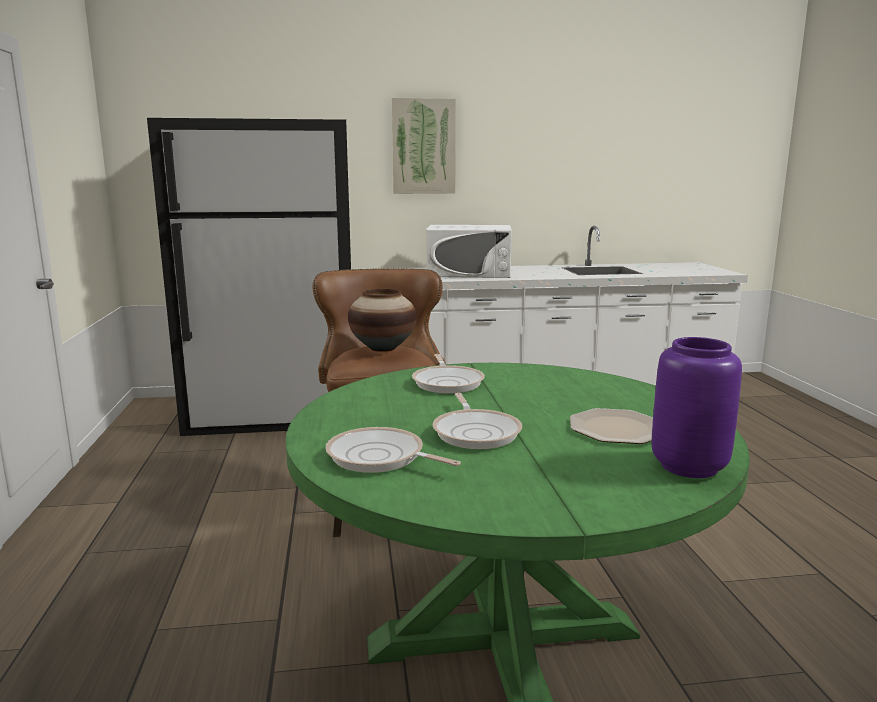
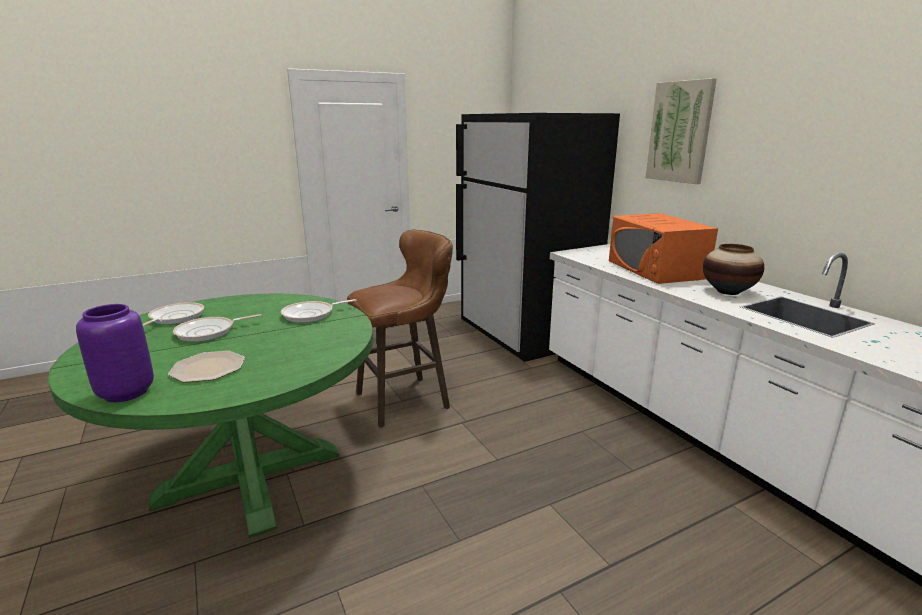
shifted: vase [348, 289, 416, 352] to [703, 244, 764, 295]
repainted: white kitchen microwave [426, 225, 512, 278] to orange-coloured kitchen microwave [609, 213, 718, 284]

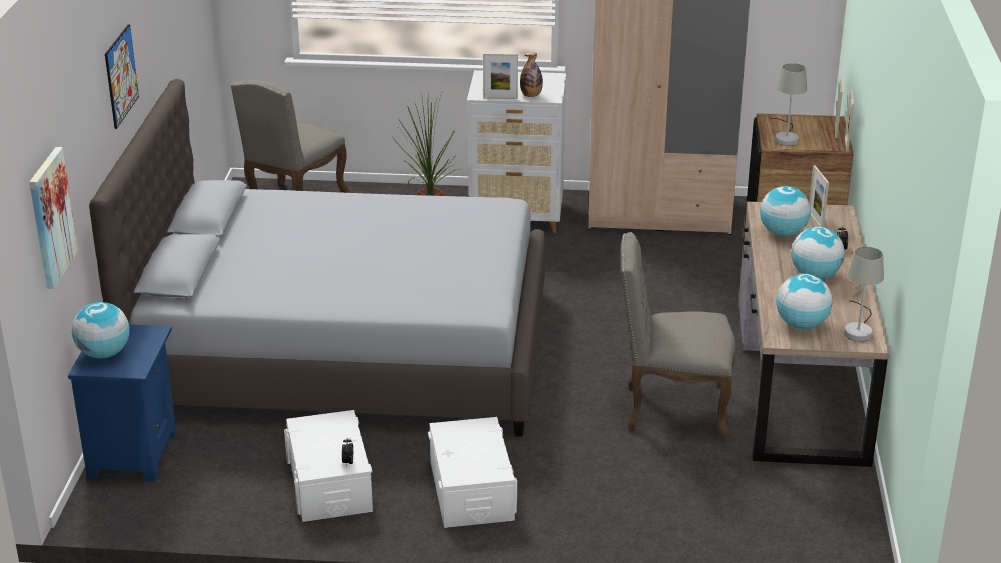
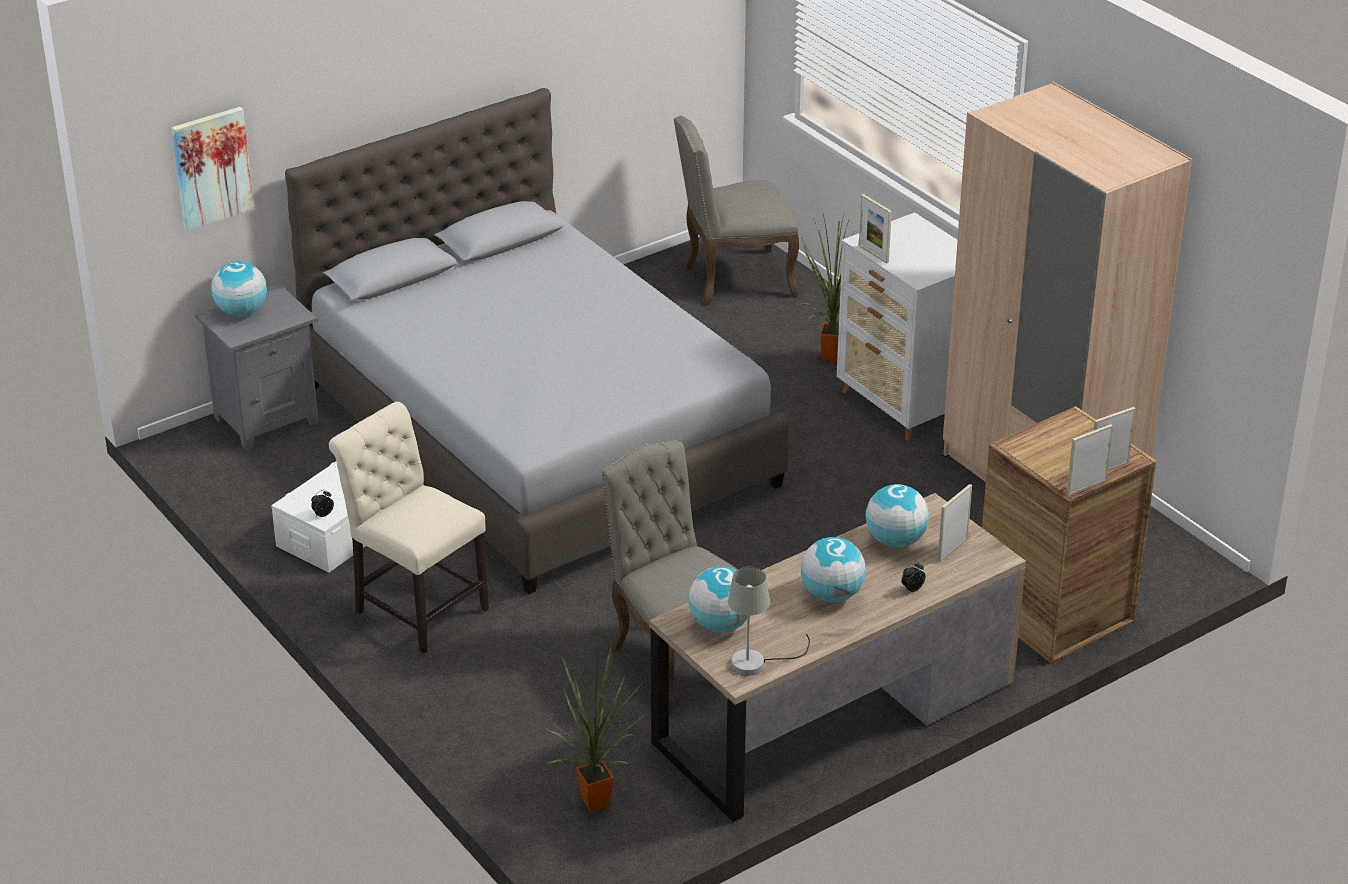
gone: picture [105, 24, 139, 129]; drink bottle [520, 52, 543, 97]; gray lamp for a table [771, 63, 807, 146]
new: potted plant [546, 621, 650, 812]
swapped: white storage container [428, 417, 517, 528] to sand-coloured plain chair [329, 402, 489, 654]
repainted: blue bedside table [68, 324, 177, 482] to gray bedside table [195, 285, 319, 450]

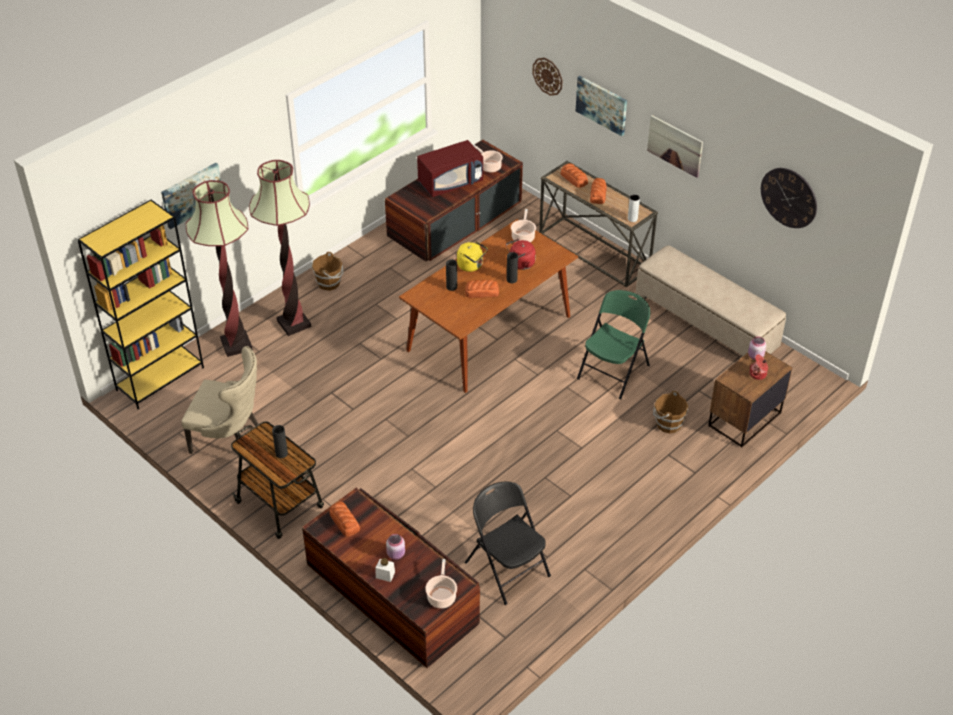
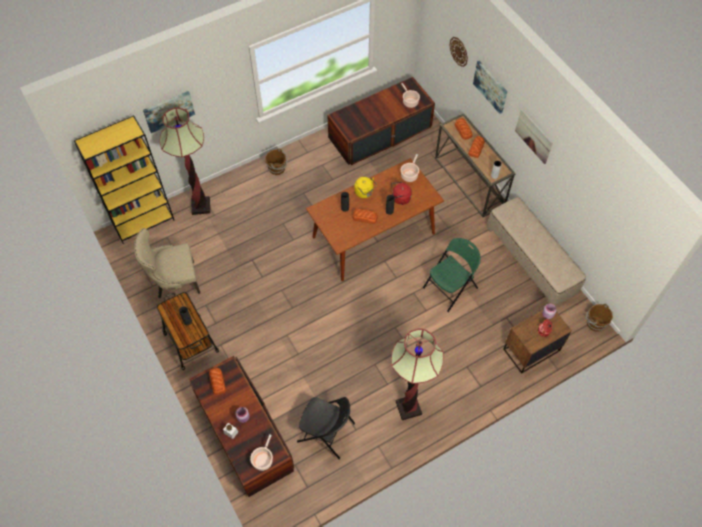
gone: red-coloured kitchen microwave [417, 140, 483, 197]; hanging clock [761, 168, 817, 228]
shifted: standing lamp [249, 160, 311, 336] to [391, 328, 444, 420]; brown bucket [653, 391, 688, 434] to [586, 304, 613, 332]
rotated: sand-coloured plain chair [181, 346, 261, 454] = [134, 228, 200, 299] 135 degrees clockwise; black-coloured plain chair [465, 482, 551, 605] = [297, 397, 355, 459] 135 degrees clockwise

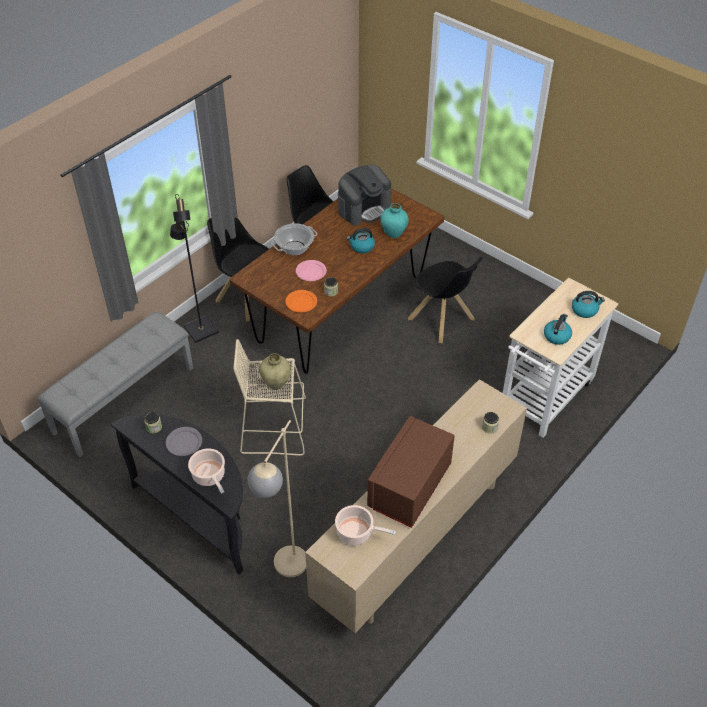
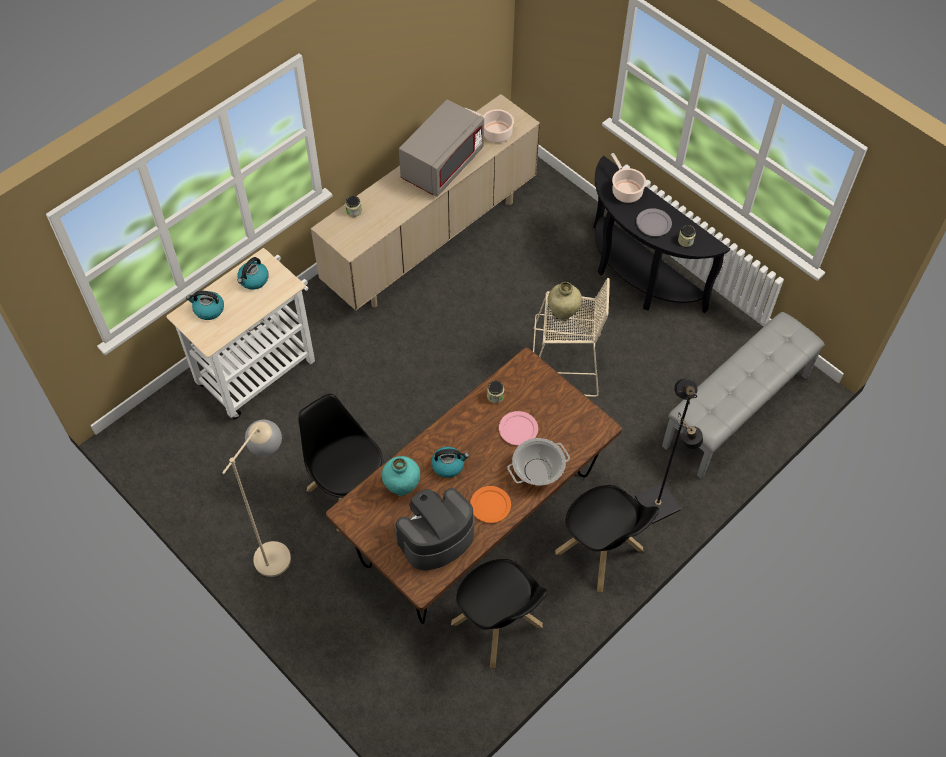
shifted: orange-coloured flat dish [285, 290, 317, 312] to [470, 486, 511, 523]; sand-coloured standing lamp [247, 420, 306, 577] to [222, 420, 291, 577]
repainted: brown kitchen microwave [367, 416, 455, 528] to gray kitchen microwave [399, 99, 484, 197]

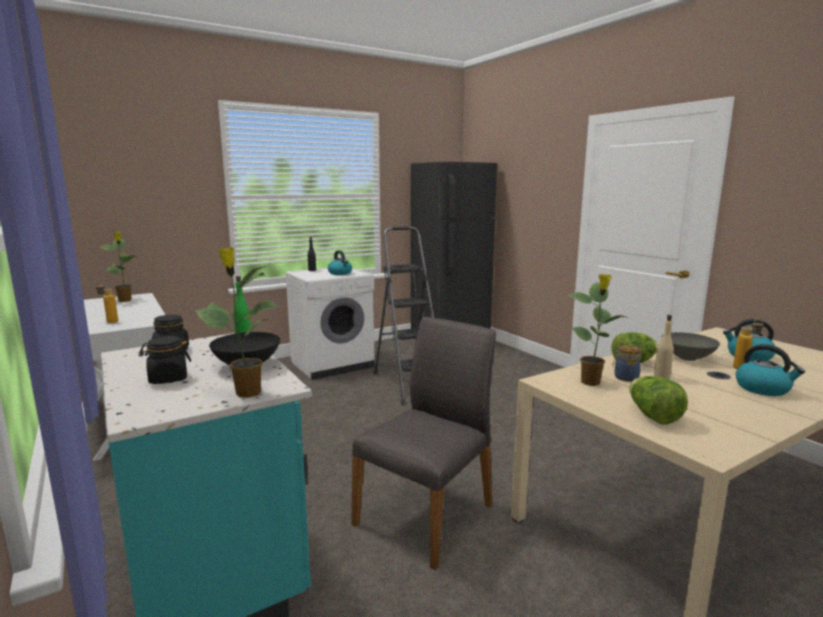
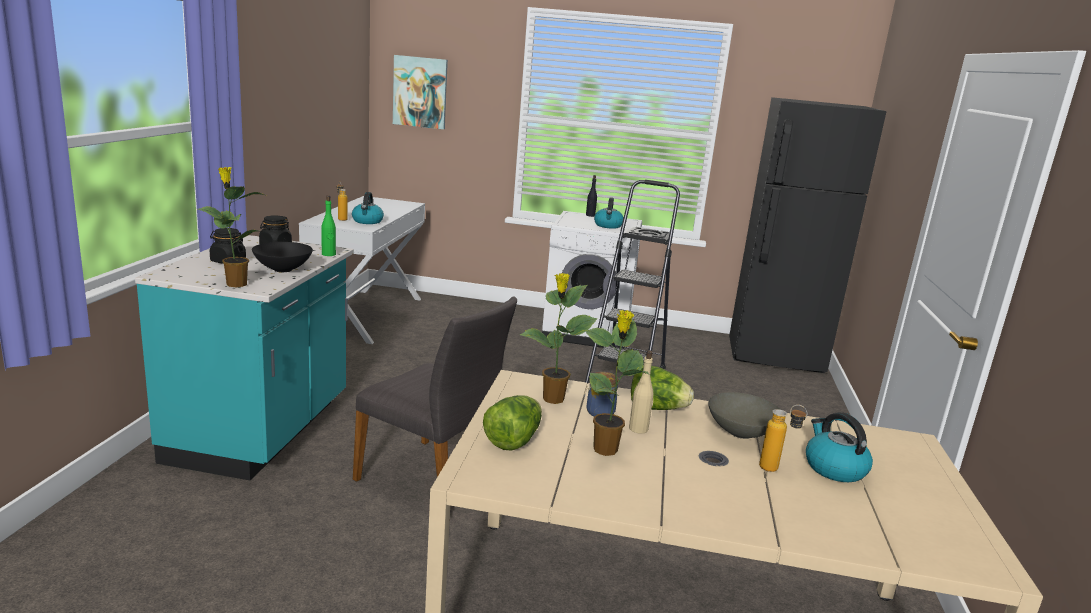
new: picture [393, 55, 448, 129]
shifted: potted plant [98, 231, 135, 302] to [585, 310, 650, 456]; kettle [736, 344, 805, 396] to [352, 192, 384, 224]
rotated: gray plain chair [351, 317, 496, 570] = [353, 297, 517, 482] 45 degrees clockwise

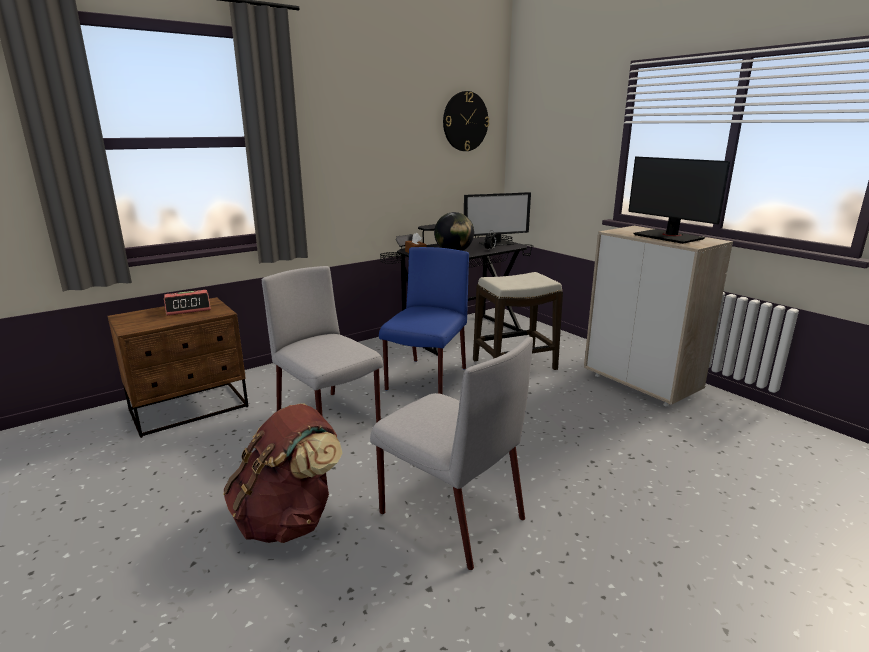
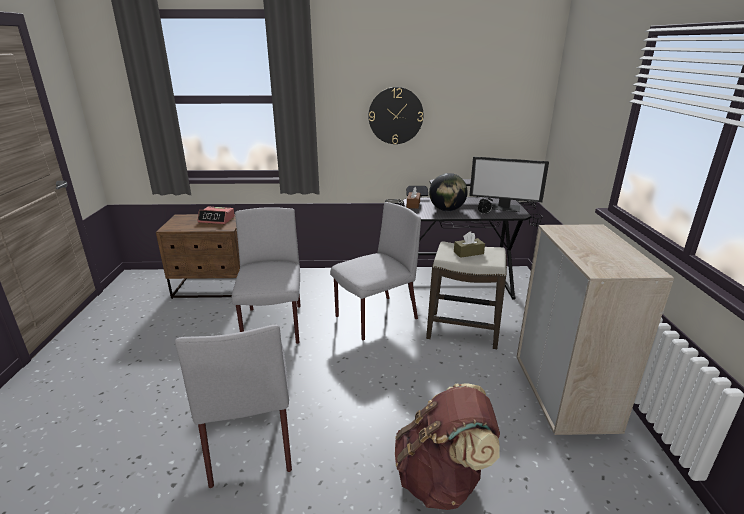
gone: monitor [628, 157, 730, 244]
new: brown tissue box [454, 231, 485, 258]
shifted: hanging clock [443, 91, 489, 151] to [368, 87, 423, 144]; brown knapsack [223, 404, 343, 543] to [395, 383, 500, 510]
repainted: blue plain chair [379, 247, 469, 394] to gray plain chair [330, 202, 421, 341]

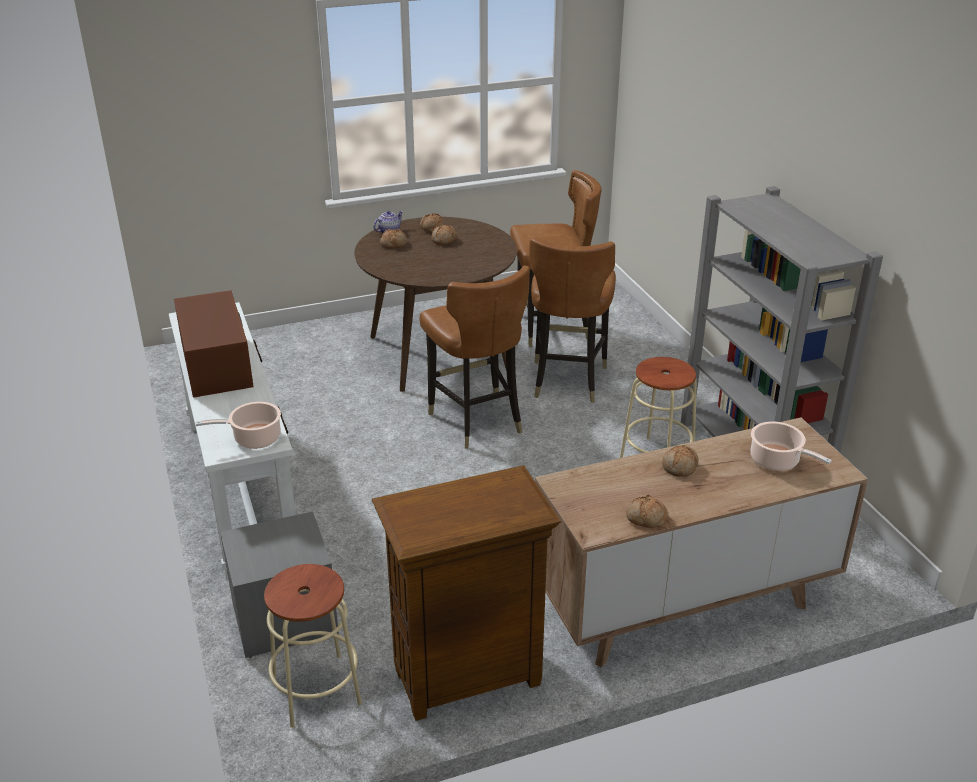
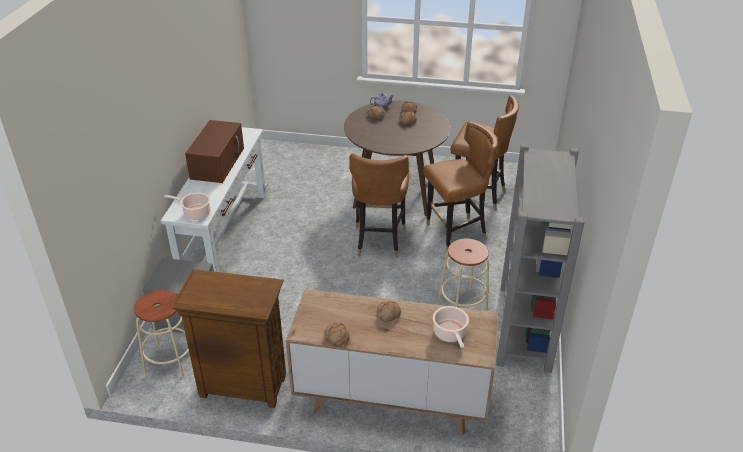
rotated: brown plain chair [529, 237, 616, 403] = [423, 121, 498, 252] 150 degrees counterclockwise

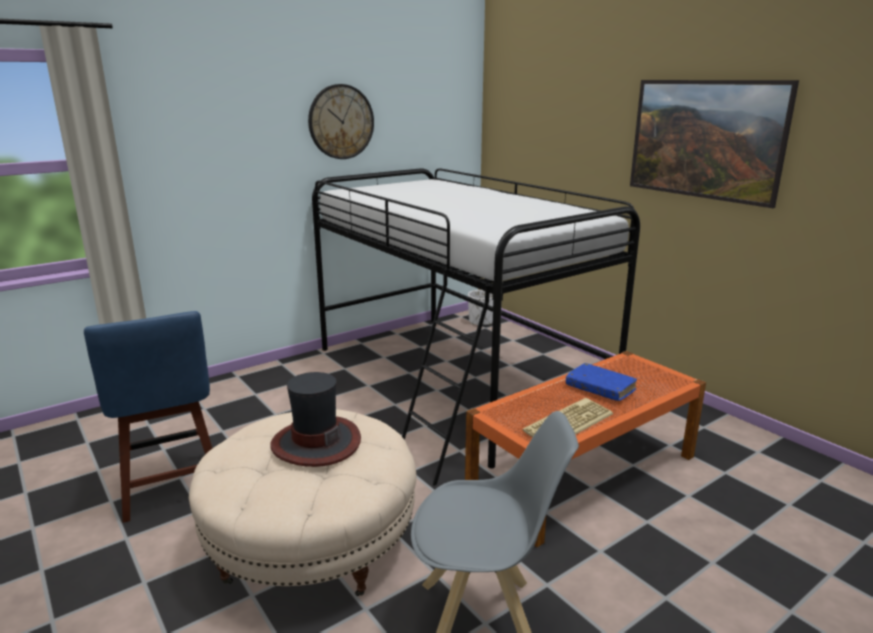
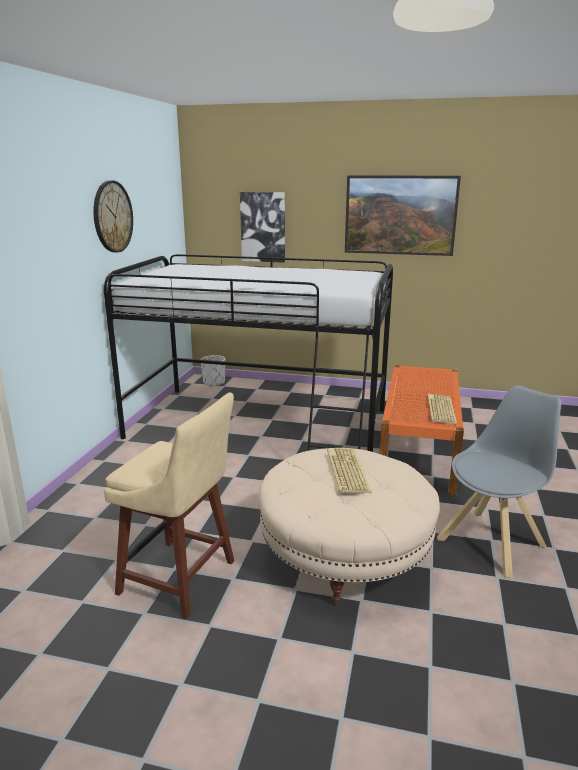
gone: blue bound book [566, 363, 637, 401]
new: picture [240, 192, 285, 263]
swapped: hat [270, 372, 361, 467] to PC keyboard [327, 448, 372, 493]
repainted: blue plain chair [84, 311, 212, 523] to sand-coloured plain chair [104, 392, 234, 619]

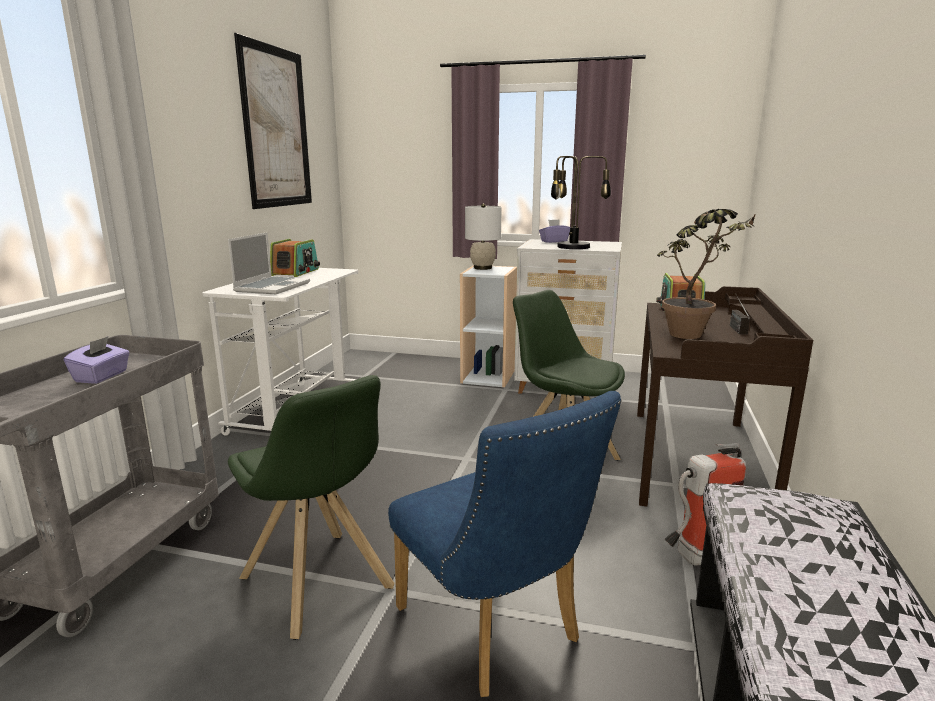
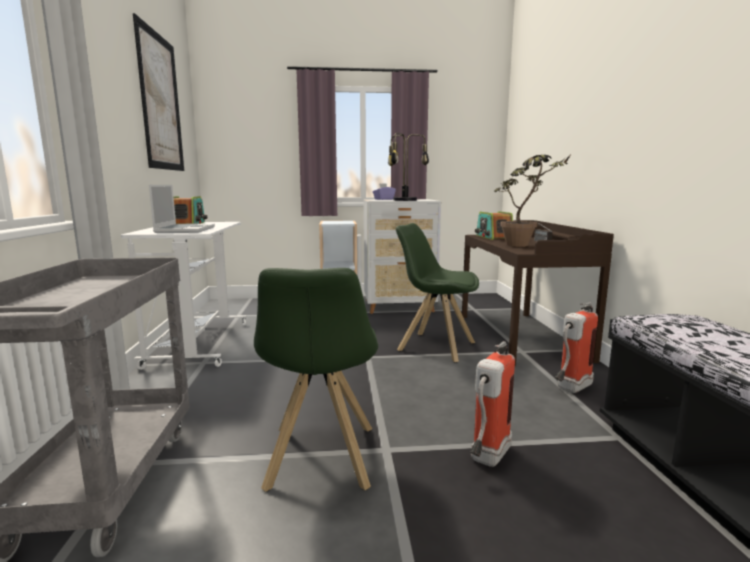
gone: white lamp for a table [465, 204, 502, 270]; purple-coloured tissue box [64, 336, 130, 384]
swapped: blue plain chair [388, 391, 622, 697] to fire extinguisher [470, 341, 515, 467]
rotated: green plain chair [228, 375, 394, 640] = [254, 268, 378, 492] 60 degrees clockwise

